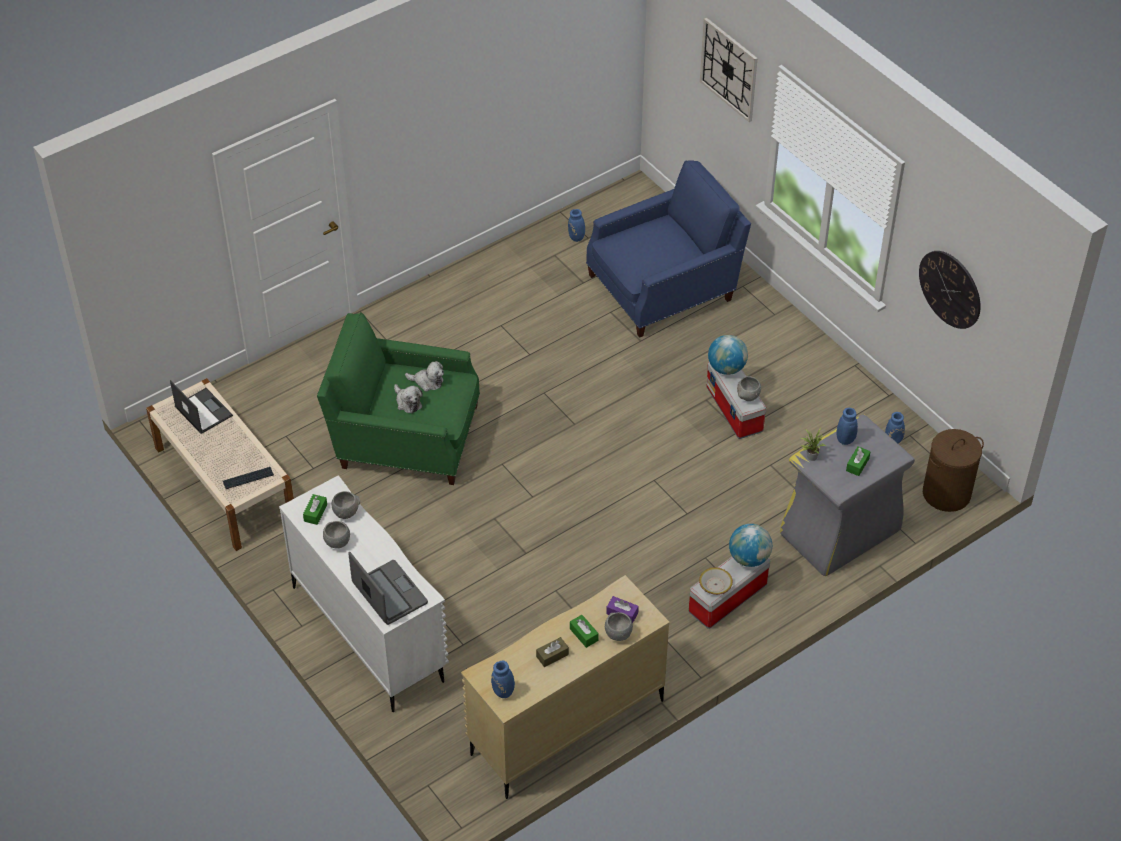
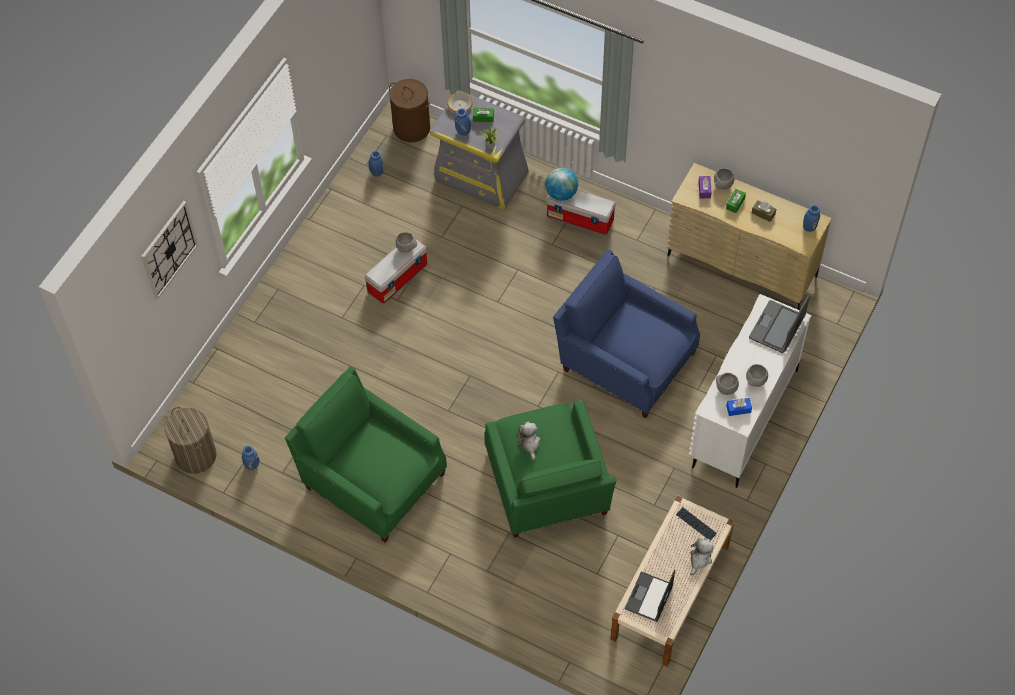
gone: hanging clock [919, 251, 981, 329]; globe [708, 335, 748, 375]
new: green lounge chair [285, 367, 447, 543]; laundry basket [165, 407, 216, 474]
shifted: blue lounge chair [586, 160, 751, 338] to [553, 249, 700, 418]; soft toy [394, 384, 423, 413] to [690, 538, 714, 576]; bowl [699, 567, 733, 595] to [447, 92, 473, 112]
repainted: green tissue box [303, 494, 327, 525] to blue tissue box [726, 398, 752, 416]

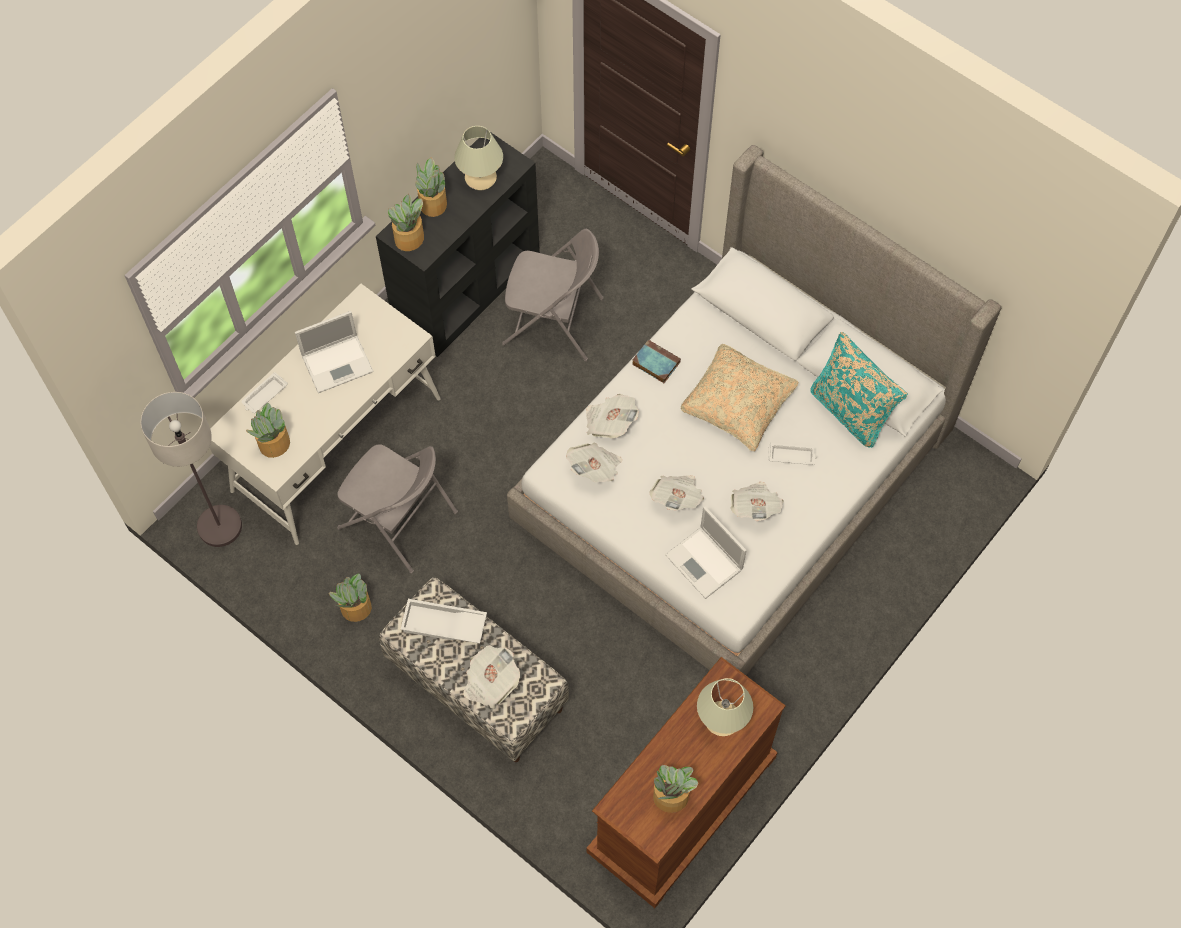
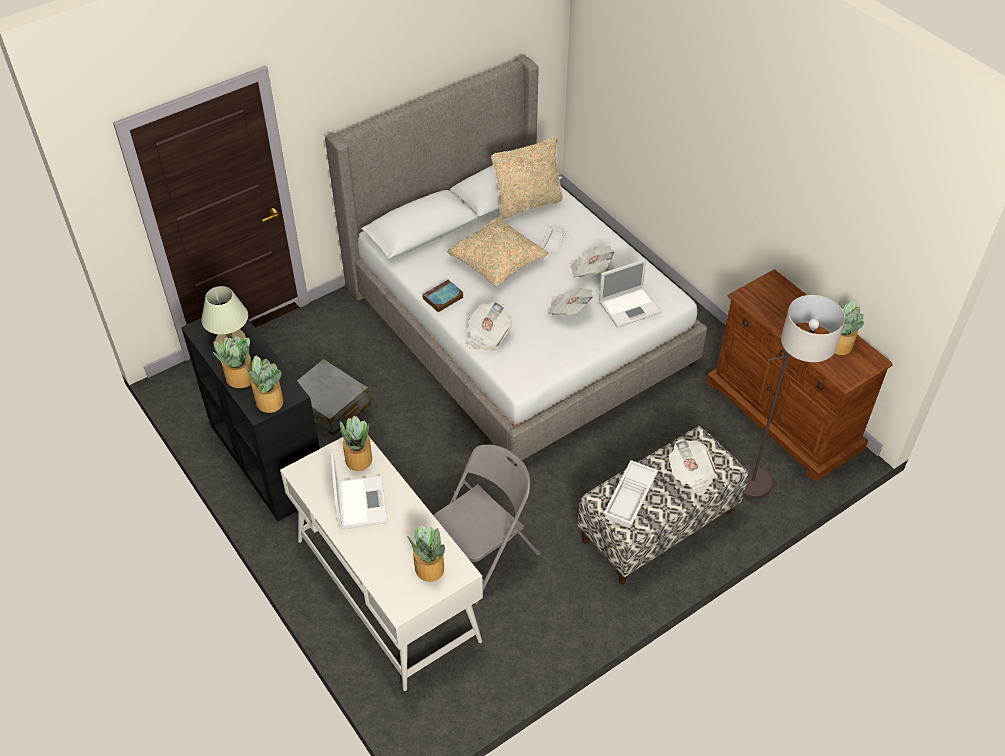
gone: white tray [242, 372, 288, 413]; daily paper [566, 443, 622, 483]; sand-coloured lamp for a table [697, 678, 753, 736]
shifted: gray standing lamp [141, 392, 242, 547] to [743, 295, 845, 499]; potted plant [329, 573, 372, 622] to [340, 416, 372, 471]
swapped: gray plain chair [502, 229, 604, 362] to gray piece of luggage [297, 359, 371, 436]
repainted: turquoise-coloured throw pillow [810, 332, 907, 448] to sand-coloured throw pillow [491, 136, 563, 220]

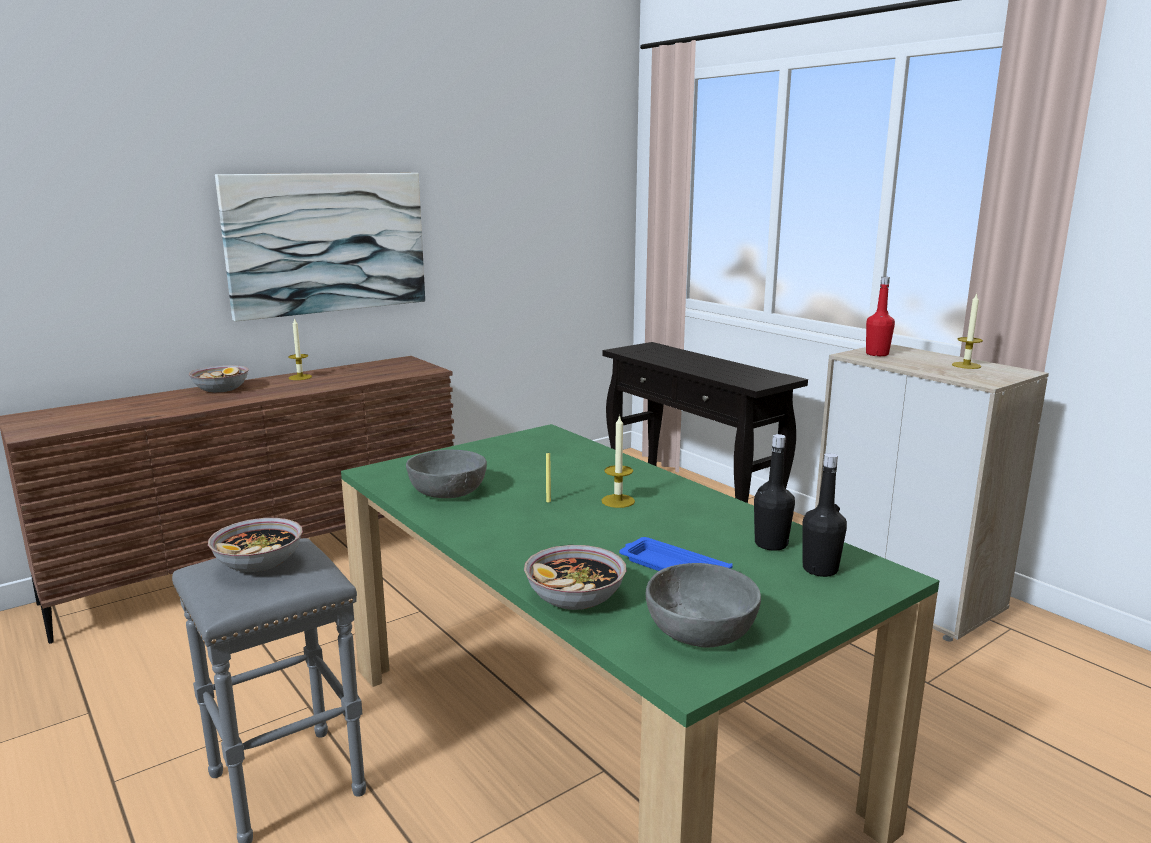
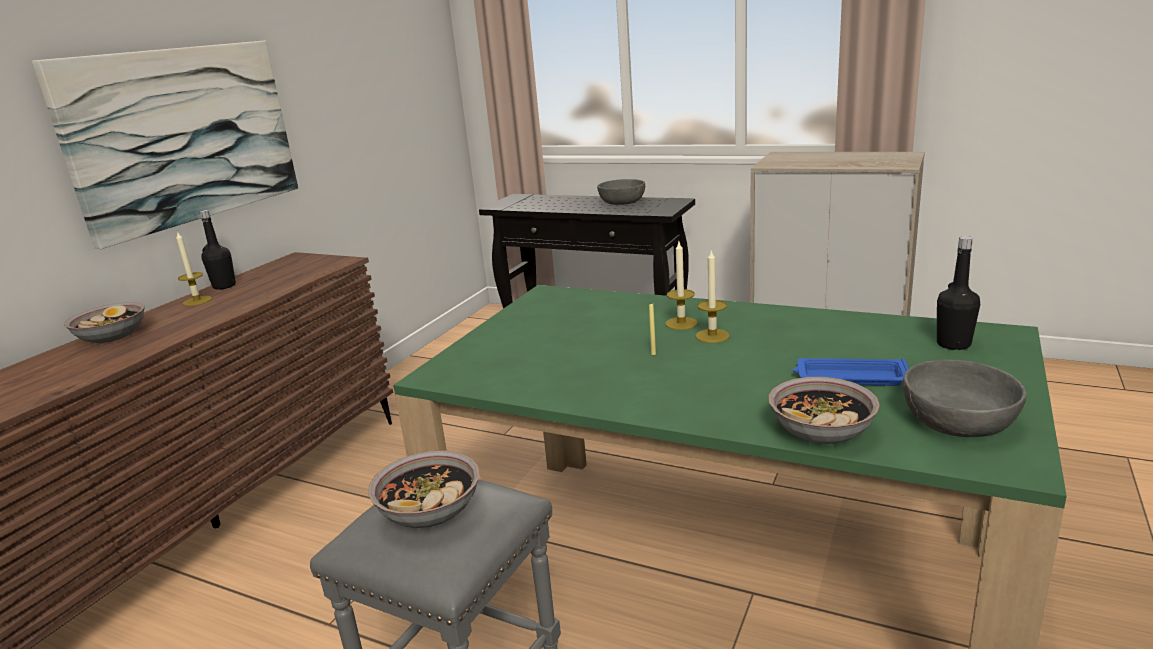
gone: red-coloured drink bottle [866, 277, 895, 356]
shifted: candle [952, 293, 983, 369] to [665, 242, 698, 330]; black-coloured drink bottle [754, 434, 795, 551] to [200, 210, 236, 290]; gray bowl [406, 450, 487, 498] to [597, 179, 645, 205]

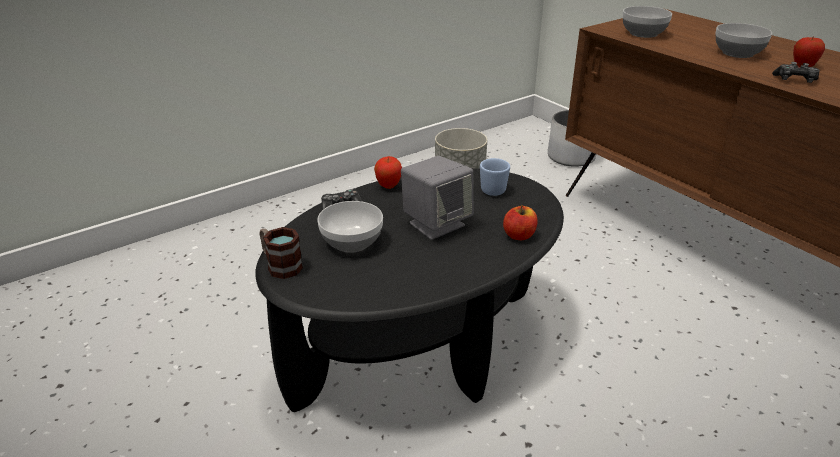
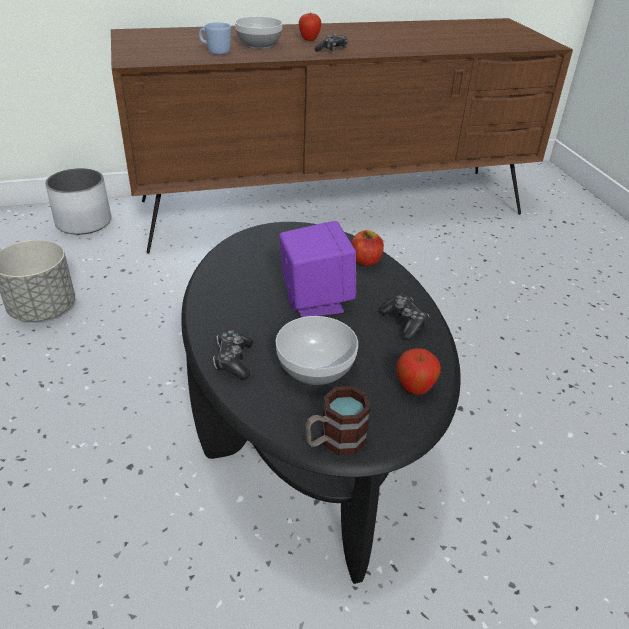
gone: bowl [623, 6, 672, 38]
new: game controller [379, 295, 429, 340]
shifted: apple [374, 156, 402, 189] to [397, 348, 441, 395]; blue mug [480, 158, 510, 196] to [199, 22, 231, 55]
repainted: gray speaker [401, 156, 474, 240] to purple-coloured speaker [279, 221, 356, 317]

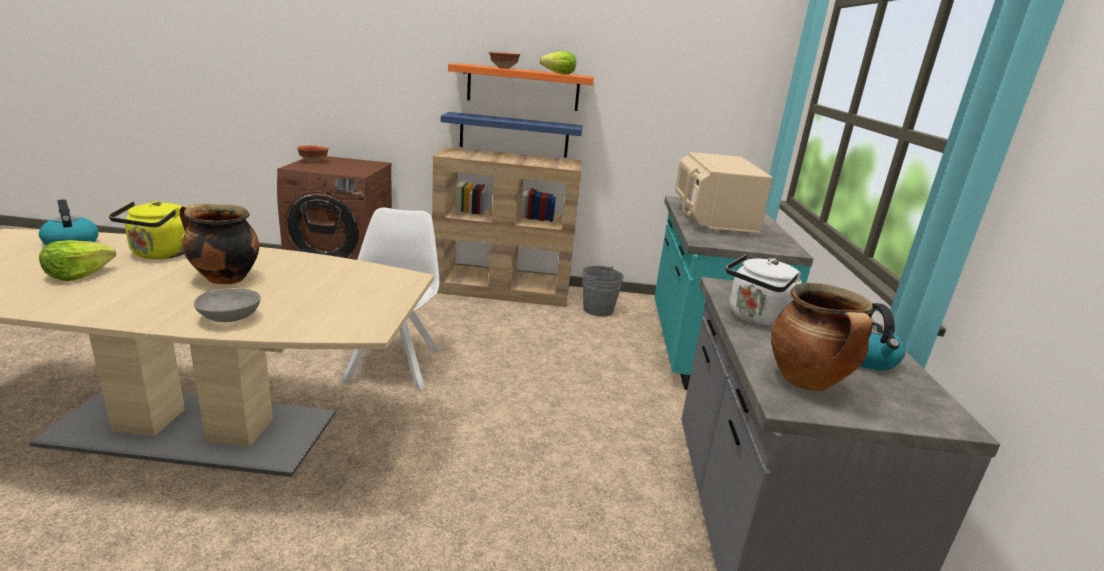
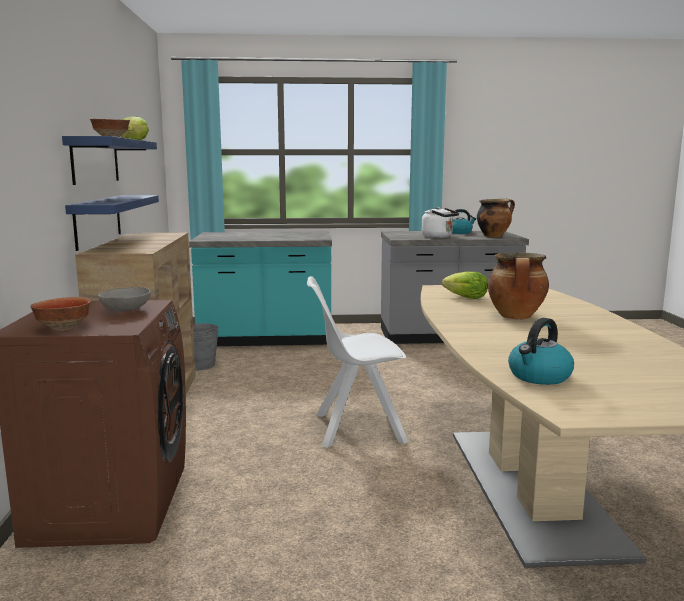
gone: sand-coloured kitchen microwave [675, 152, 773, 236]; yellow-coloured kettle [109, 201, 185, 259]
shifted: lettuce head [39, 240, 116, 281] to [442, 271, 488, 299]; gray bowl [194, 288, 261, 322] to [98, 287, 151, 312]
repainted: orange-coloured shelf [448, 63, 594, 111] to blue shelf [62, 136, 157, 185]

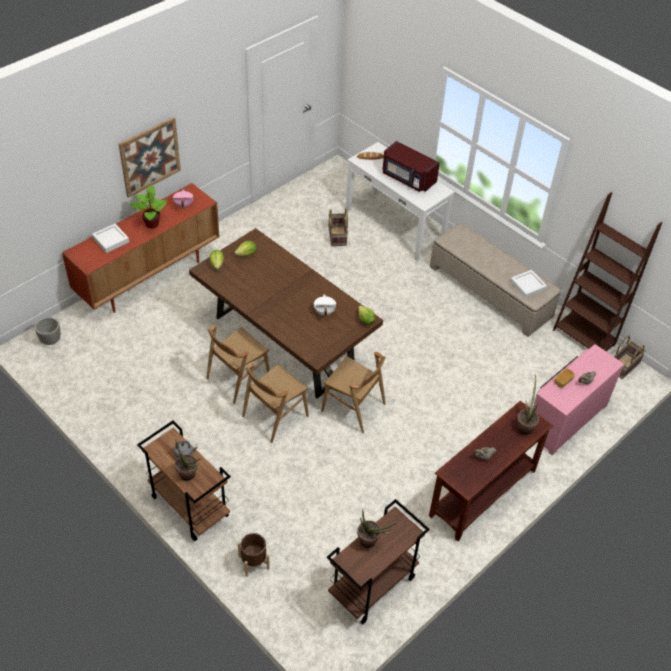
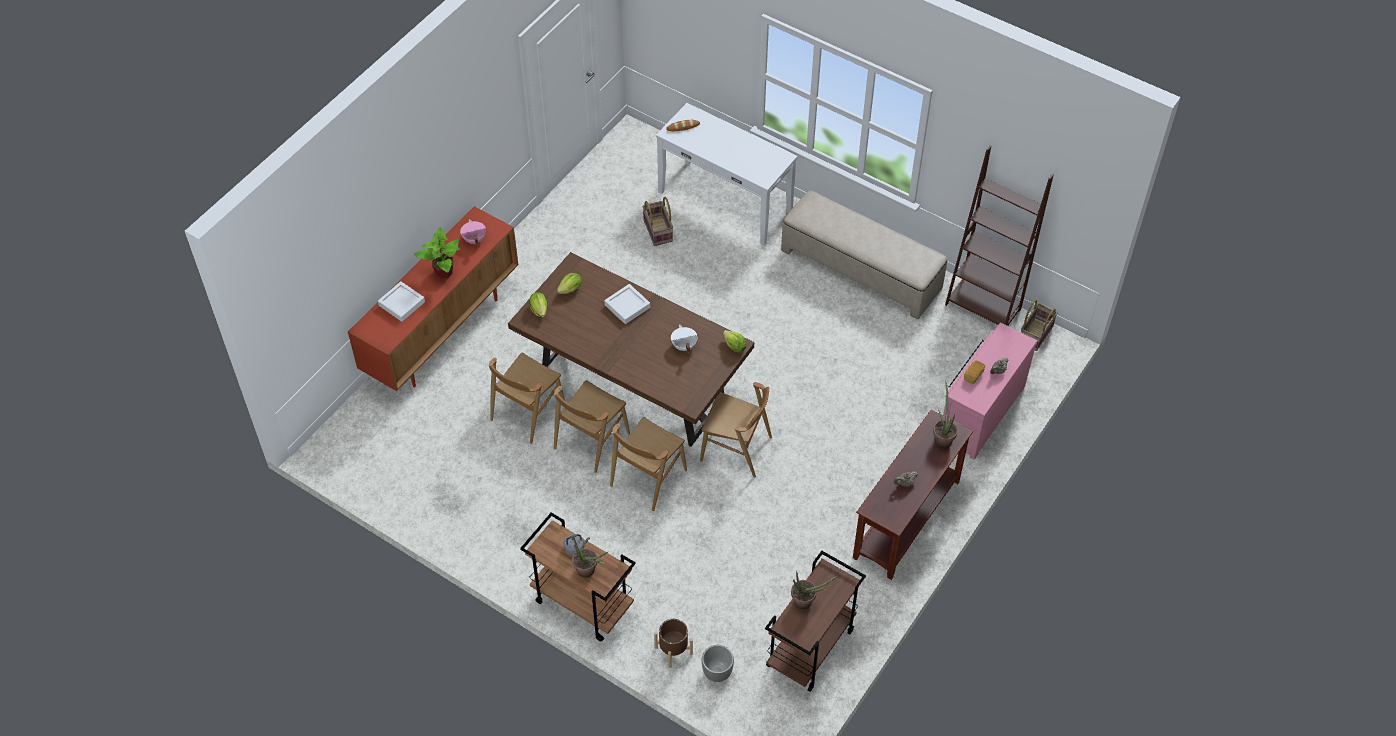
gone: picture [119, 117, 181, 198]; red-coloured kitchen microwave [382, 141, 440, 192]
new: brown plain chair [489, 353, 565, 444]
shifted: white tray [510, 270, 547, 298] to [604, 284, 650, 324]; planter [35, 317, 61, 345] to [702, 645, 734, 682]

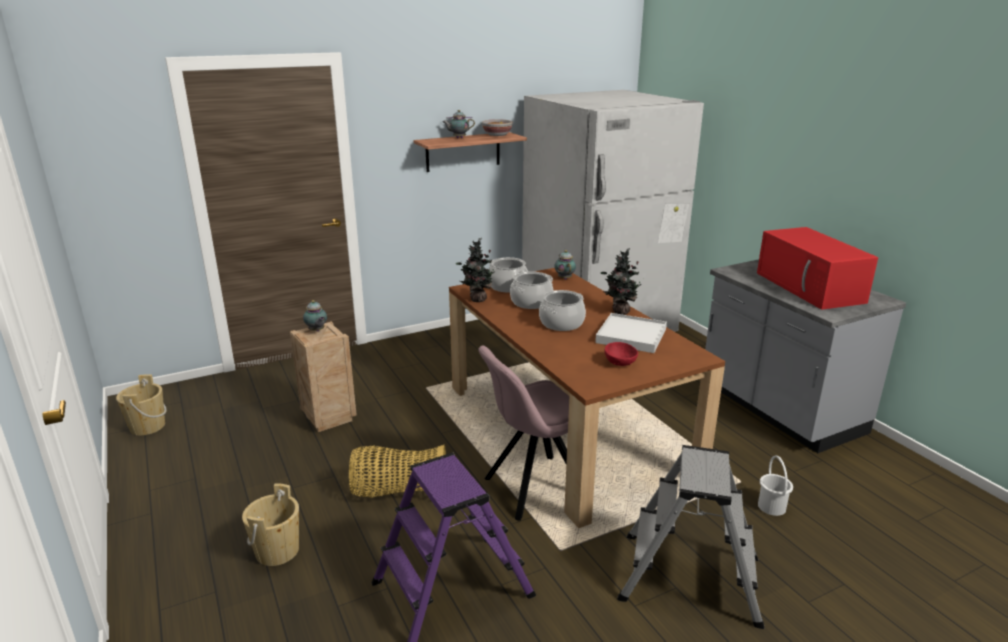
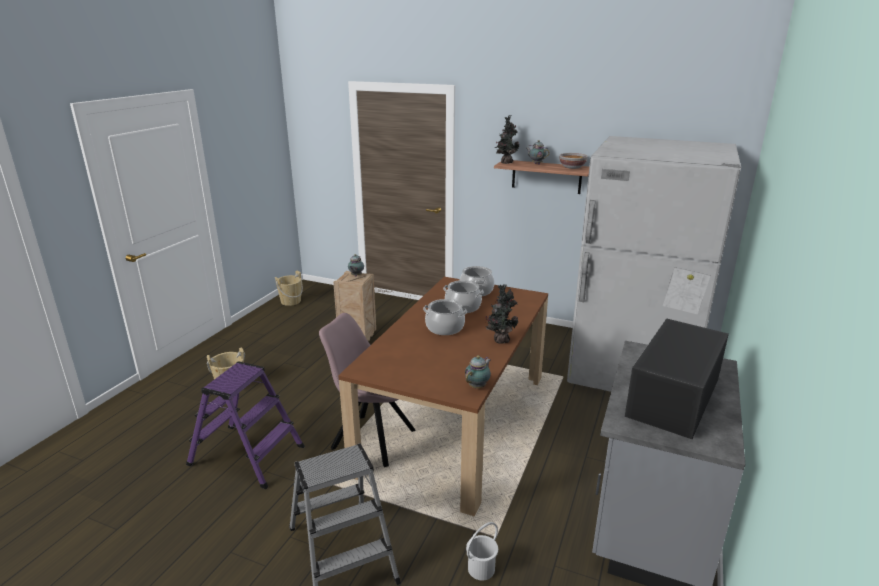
gone: white tray [595, 313, 667, 353]; red-coloured bowl [605, 342, 638, 366]; basket [349, 444, 446, 497]
shifted: potted plant [456, 238, 499, 302] to [494, 115, 519, 164]; pot for tea [554, 250, 576, 280] to [465, 355, 491, 388]
repainted: red-coloured kitchen microwave [757, 227, 878, 310] to black-coloured kitchen microwave [625, 319, 729, 439]

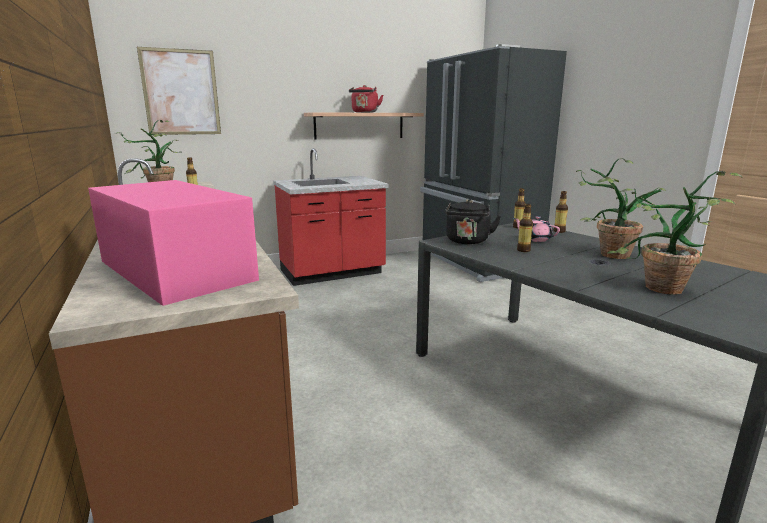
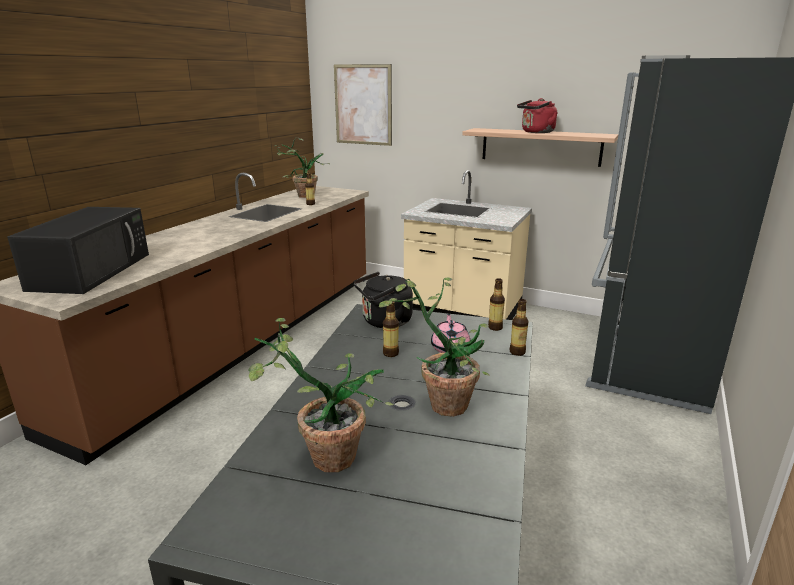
repainted: red-coloured kitchen base unit [273, 148, 389, 286] to sand-coloured kitchen base unit [401, 170, 532, 320]; pink-coloured kitchen microwave [88, 180, 259, 306] to black-coloured kitchen microwave [7, 207, 149, 294]

